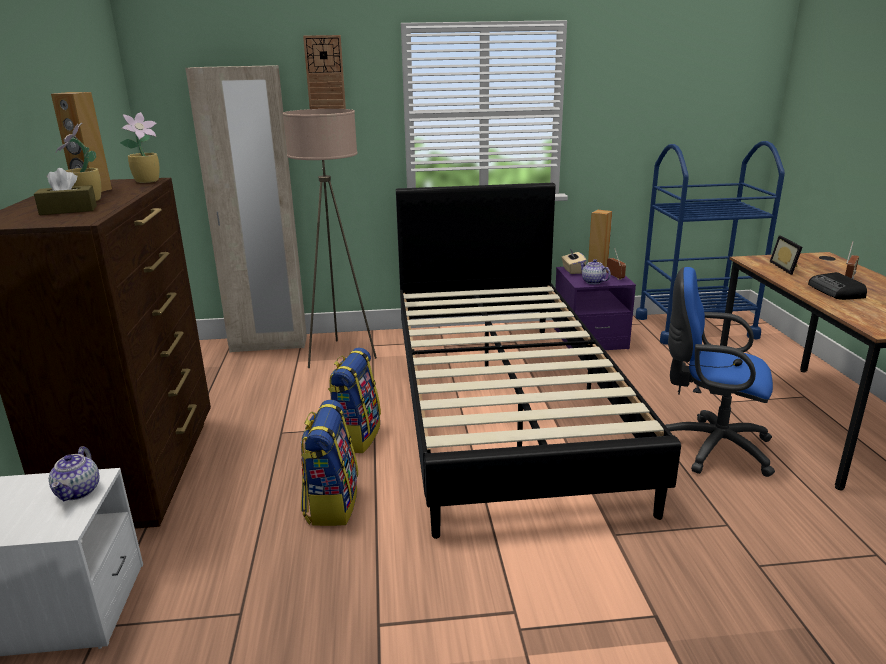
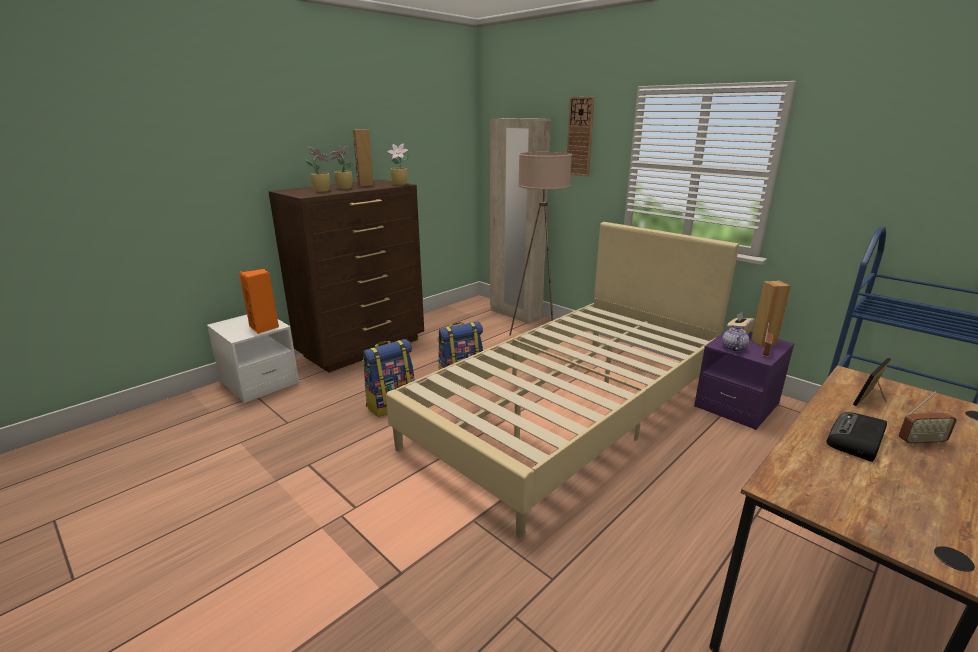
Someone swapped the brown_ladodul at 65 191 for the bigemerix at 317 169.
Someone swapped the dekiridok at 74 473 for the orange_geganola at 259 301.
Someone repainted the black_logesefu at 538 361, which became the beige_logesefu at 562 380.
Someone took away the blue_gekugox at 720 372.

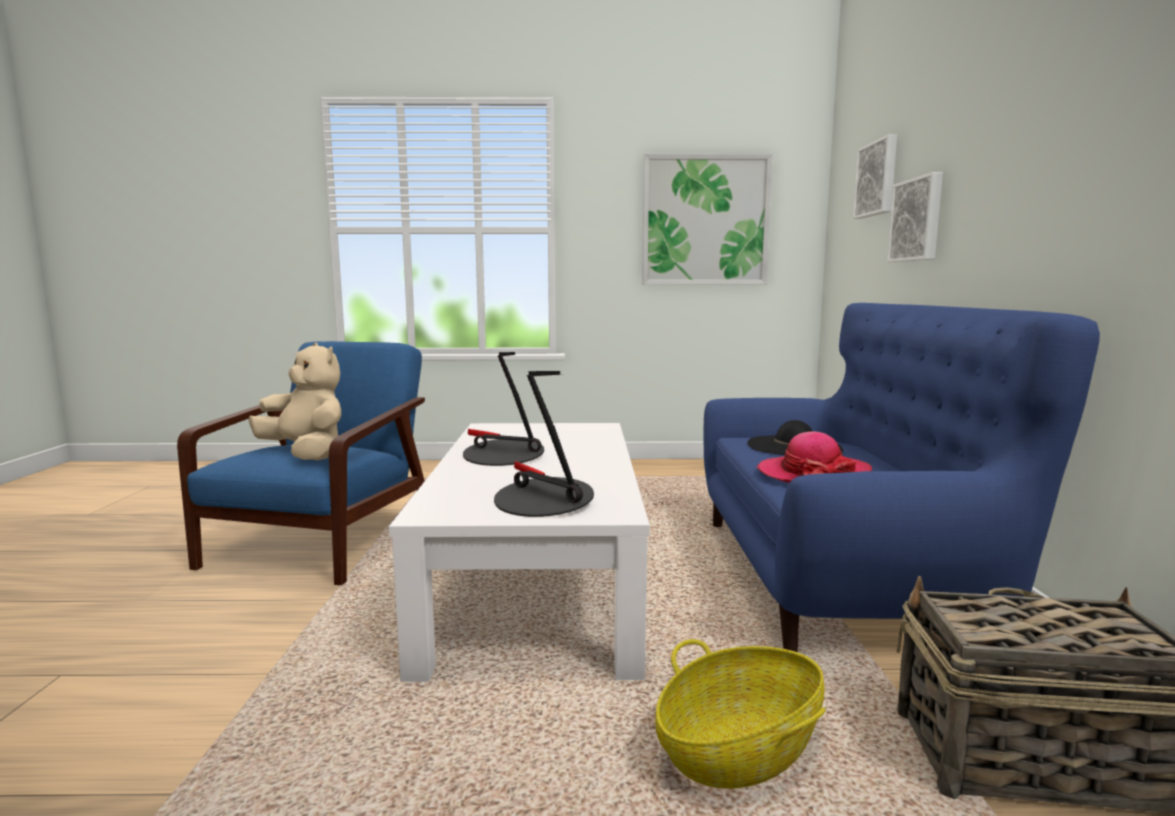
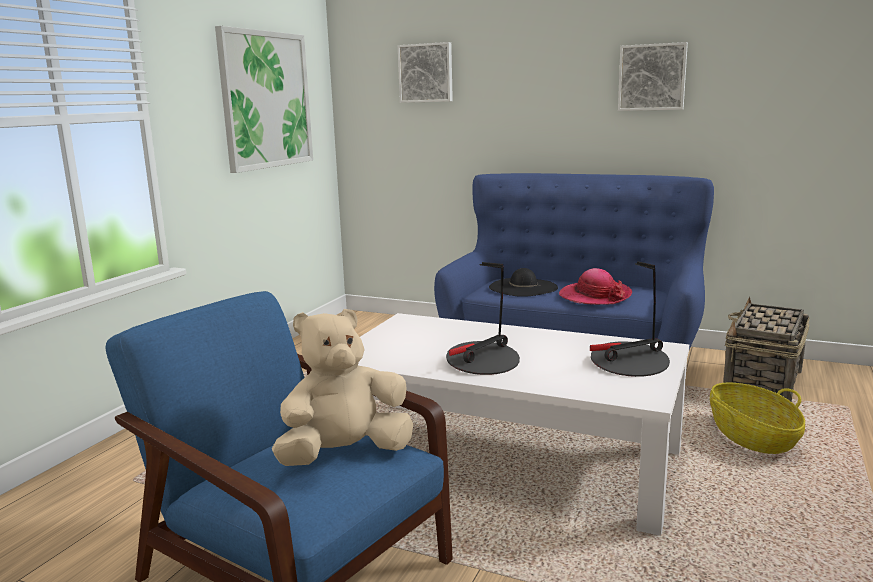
Someone carried the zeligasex from 915 217 to 653 76.

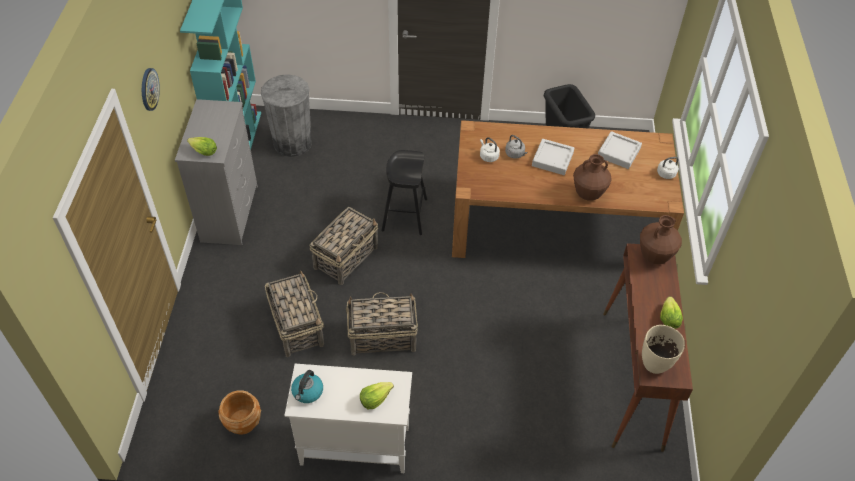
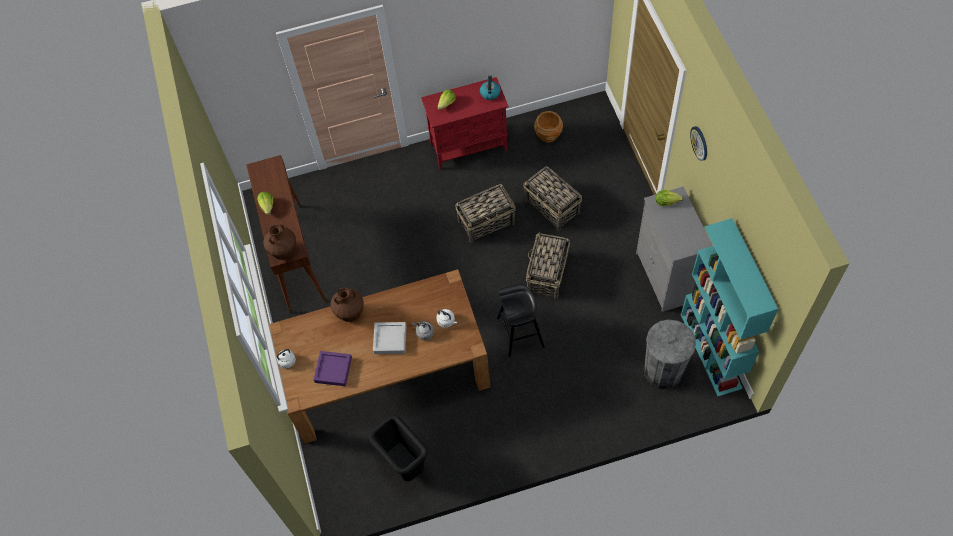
Someone repainted the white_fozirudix at 348 418, which became the red_fozirudix at 465 123.
Someone repainted the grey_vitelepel at 620 150, which became the purple_vitelepel at 332 368.
Someone took away the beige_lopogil at 663 349.

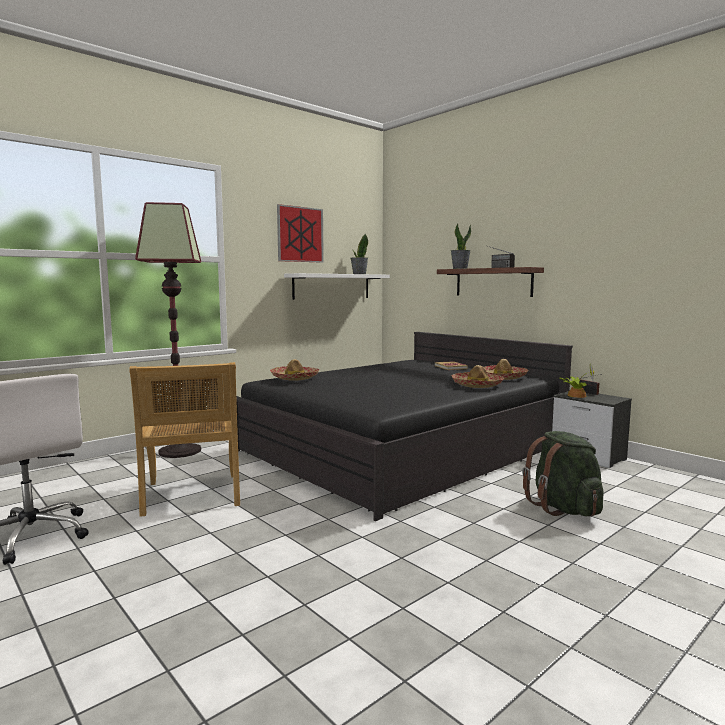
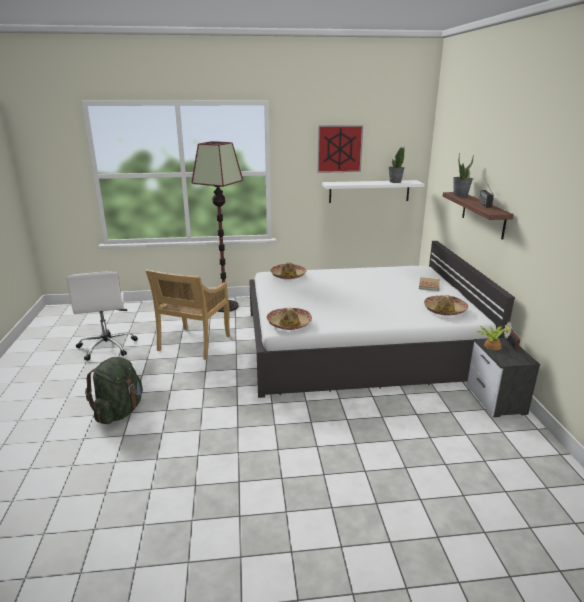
Someone repainted the black_logesefu at 404 426, which became the white_logesefu at 382 319.
Someone carried the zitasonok from 477 376 to 289 318.
Someone carried the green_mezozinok from 562 473 to 114 390.

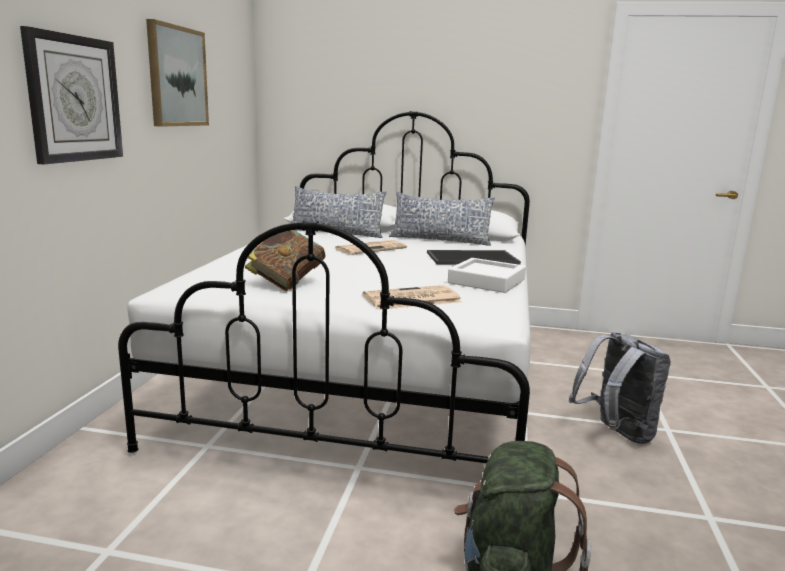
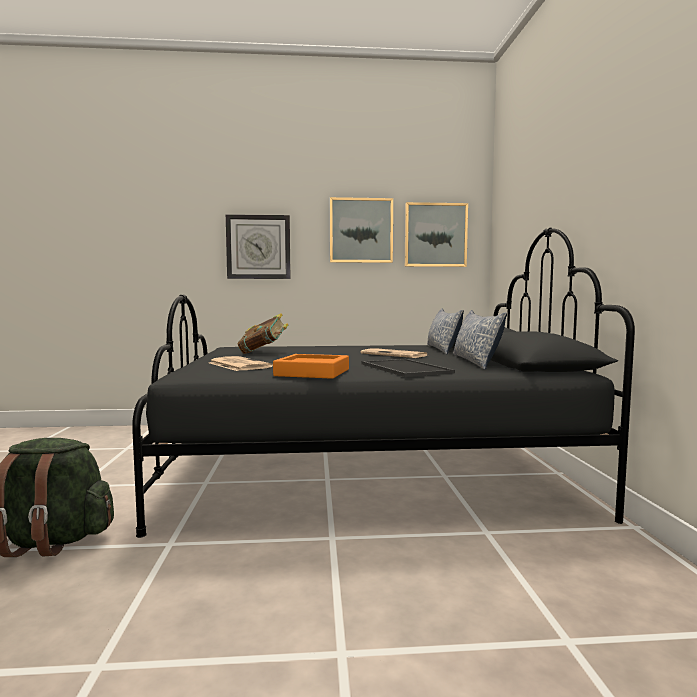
Someone repainted the white_logesefu at 324 287, which became the black_logesefu at 383 383.
Someone repainted the white_vitelepel at 487 275, which became the orange_vitelepel at 311 366.
Someone took away the grey_mezozinok at 620 388.
Someone put up the zeligasex at 436 234.

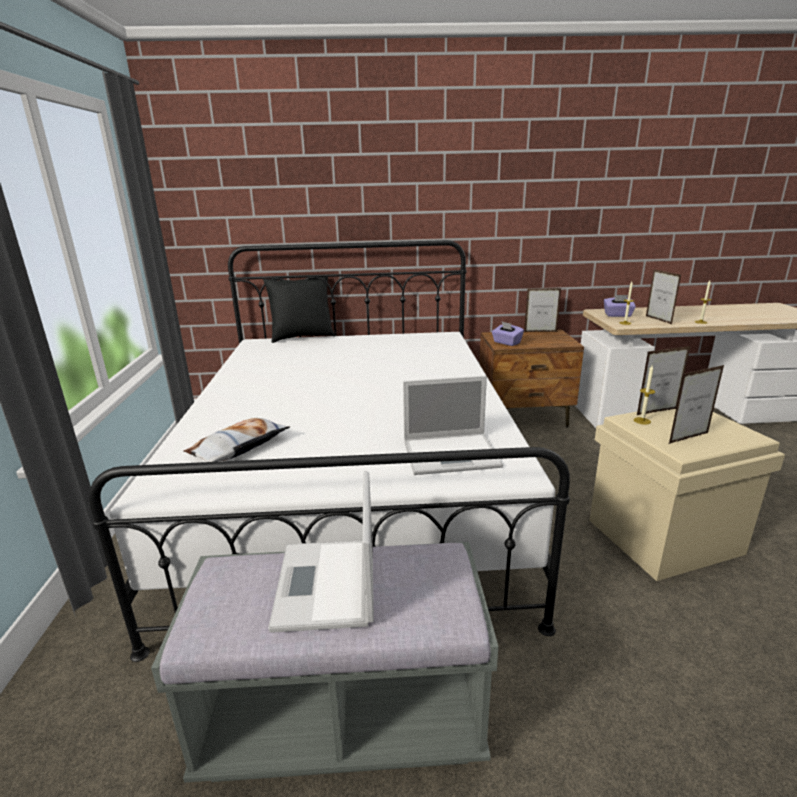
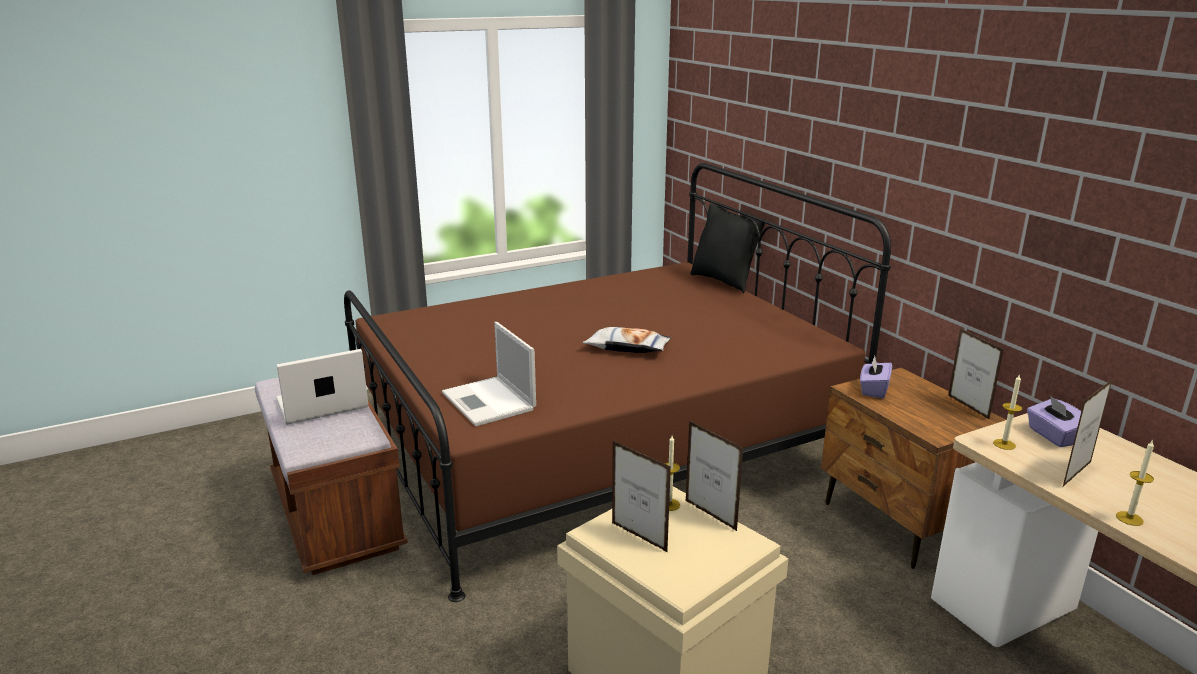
Someone repainted the white_logesefu at 329 451, which became the brown_logesefu at 617 382.
Someone repainted the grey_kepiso at 325 662, which became the brown_kepiso at 331 476.
Someone carried the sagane from 236 440 to 627 340.

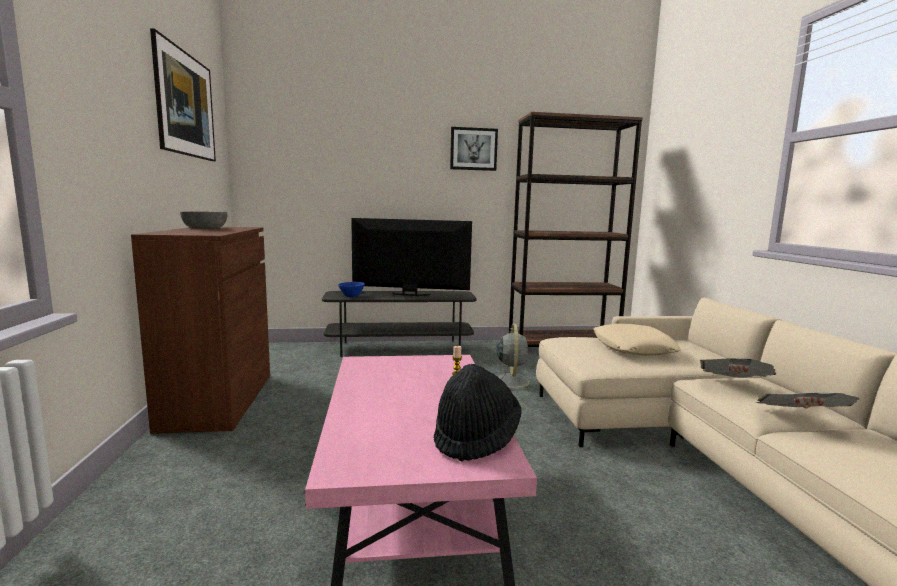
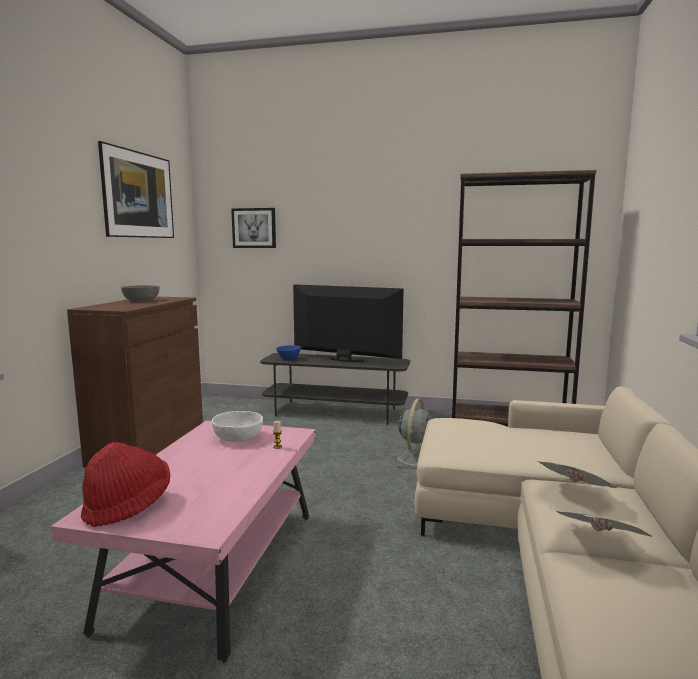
Someone took away the black_zitasonok at 477 413.
Someone carried the zeligasex from 474 149 to 253 228.
Someone took away the beige_sagane at 637 339.
Someone put down the red_zitasonok at 125 484.
Someone put down the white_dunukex at 237 426.

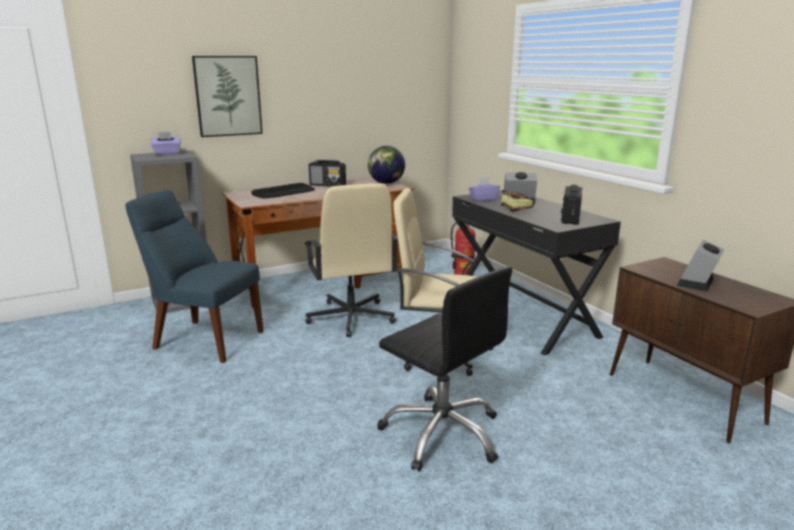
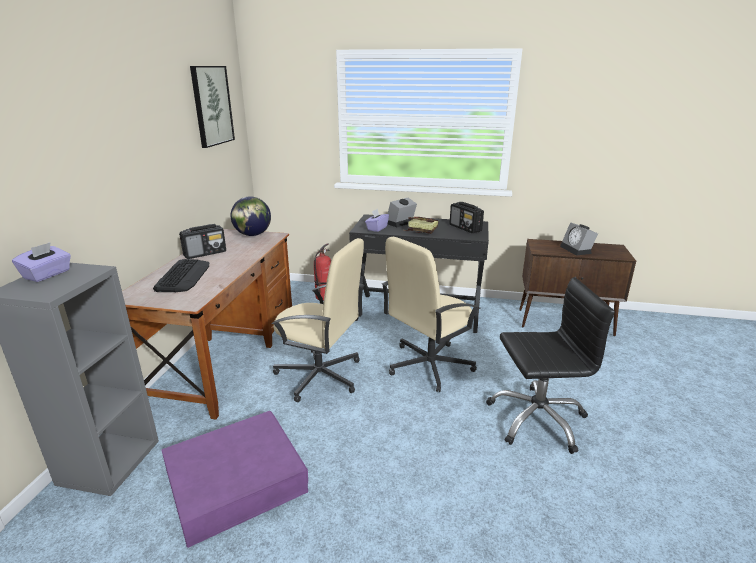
Someone swapped the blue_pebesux at 194 276 for the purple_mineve at 234 479.
Someone carried the zeligasex from 227 96 to 212 107.

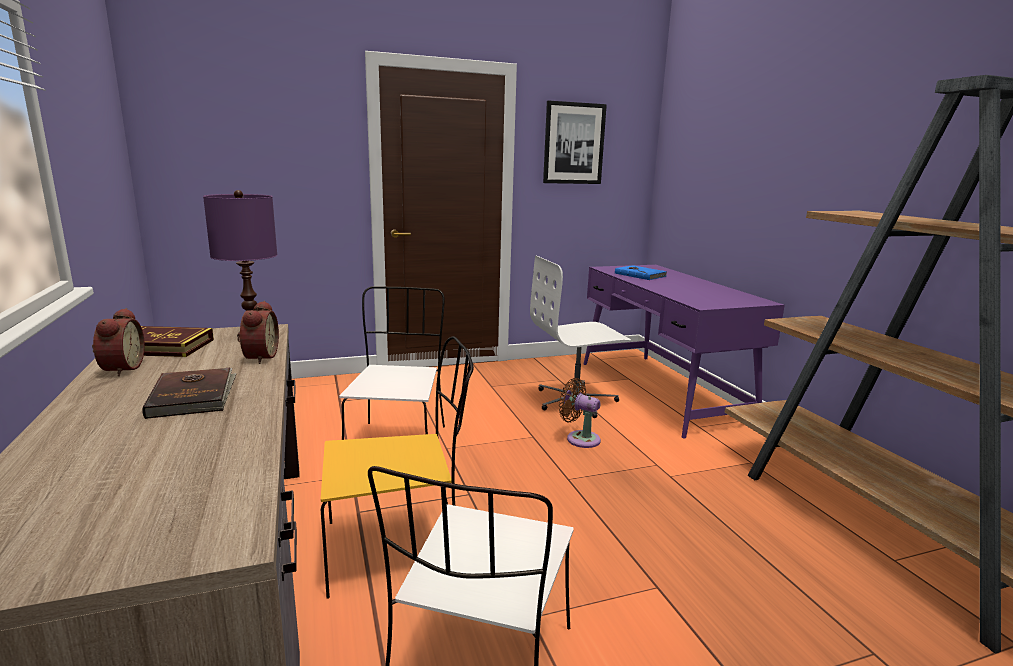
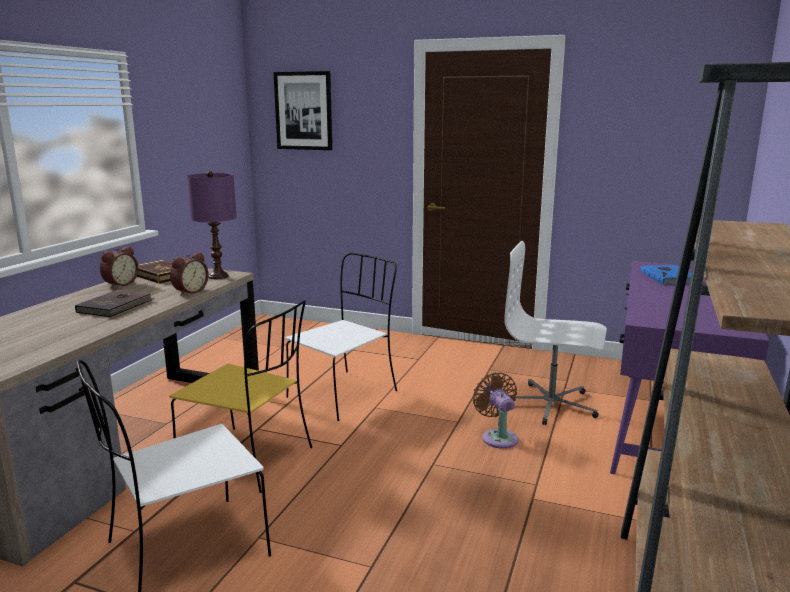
Someone carried the zeligasex from 575 142 to 302 110.

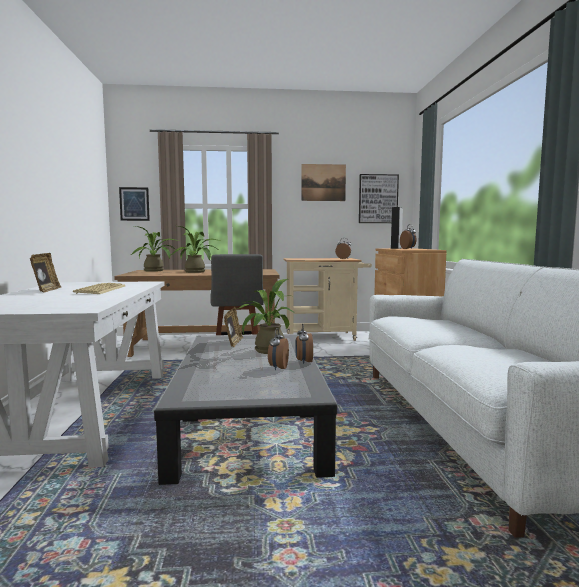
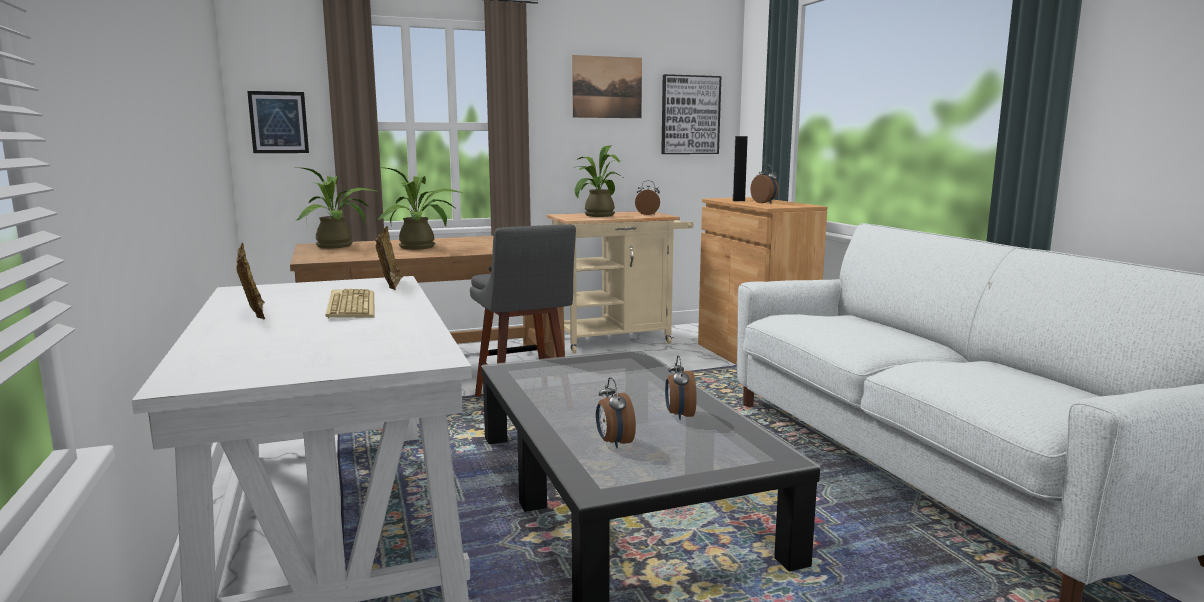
Someone carried the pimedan from 233 327 to 389 258.
Someone carried the bigemerix from 266 316 to 598 181.
Someone carried the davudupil from 304 344 to 616 412.

